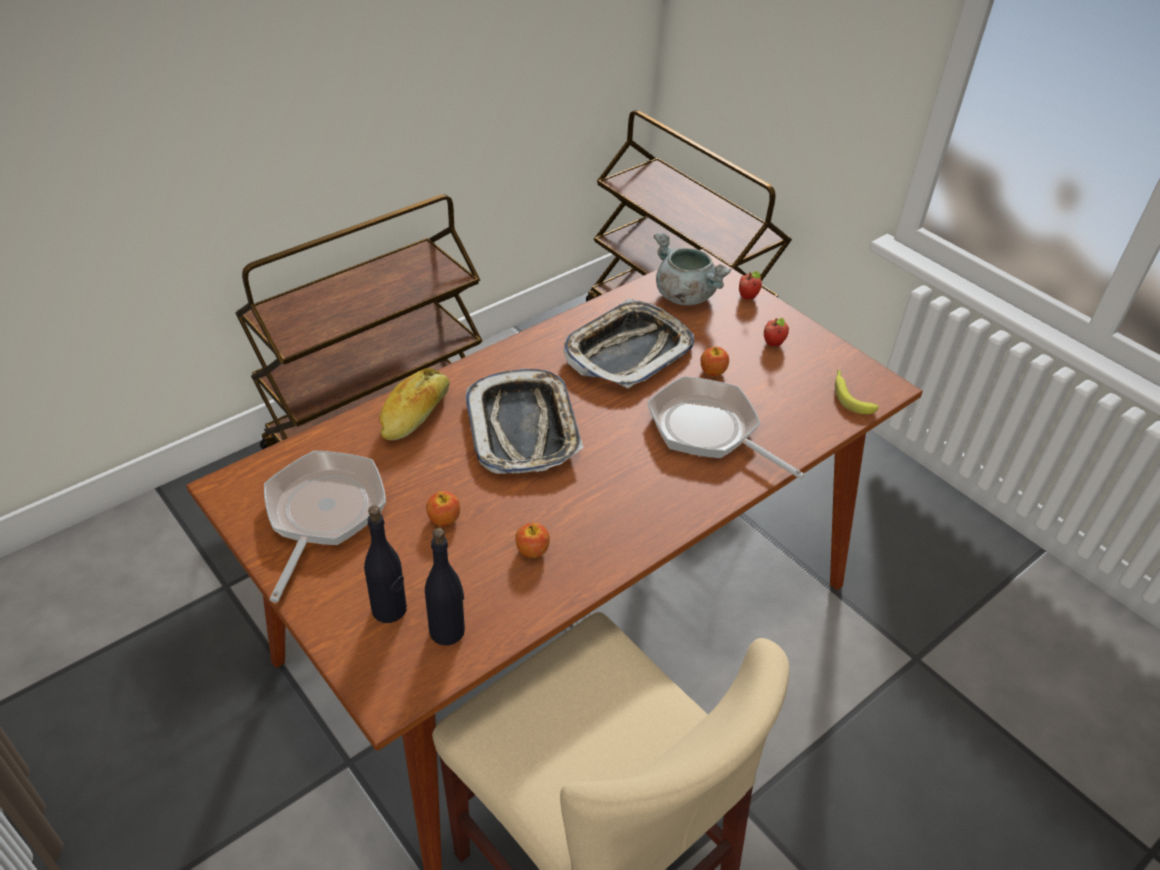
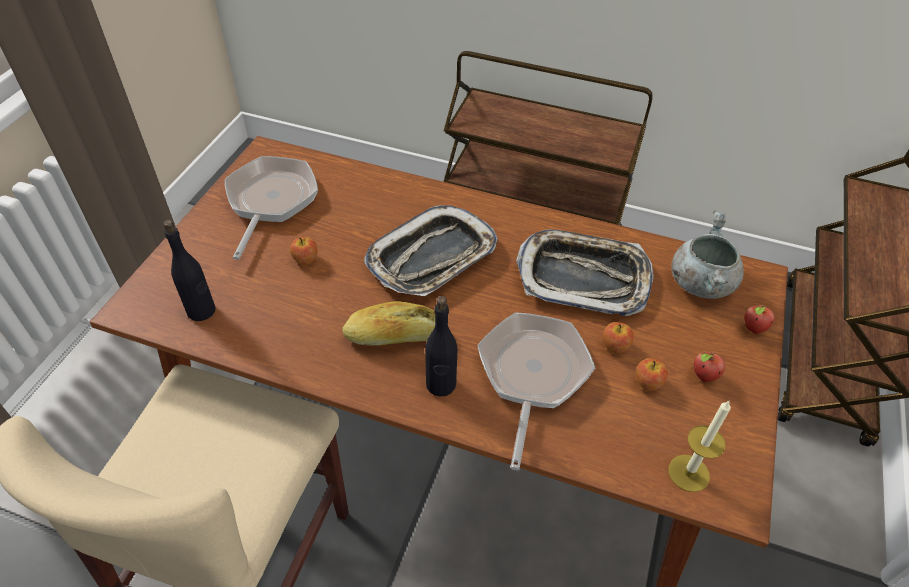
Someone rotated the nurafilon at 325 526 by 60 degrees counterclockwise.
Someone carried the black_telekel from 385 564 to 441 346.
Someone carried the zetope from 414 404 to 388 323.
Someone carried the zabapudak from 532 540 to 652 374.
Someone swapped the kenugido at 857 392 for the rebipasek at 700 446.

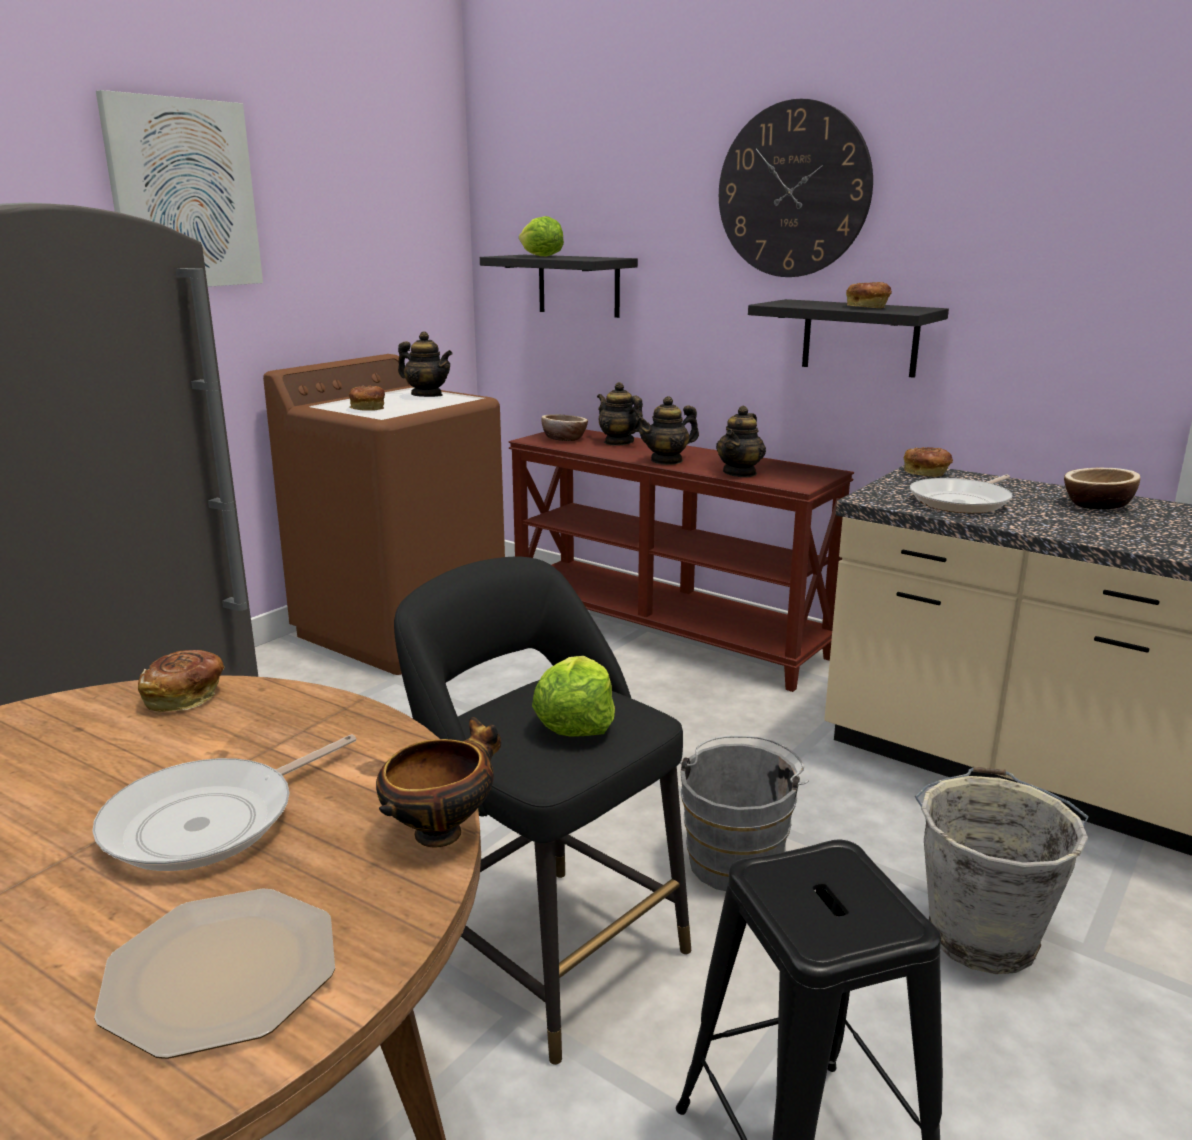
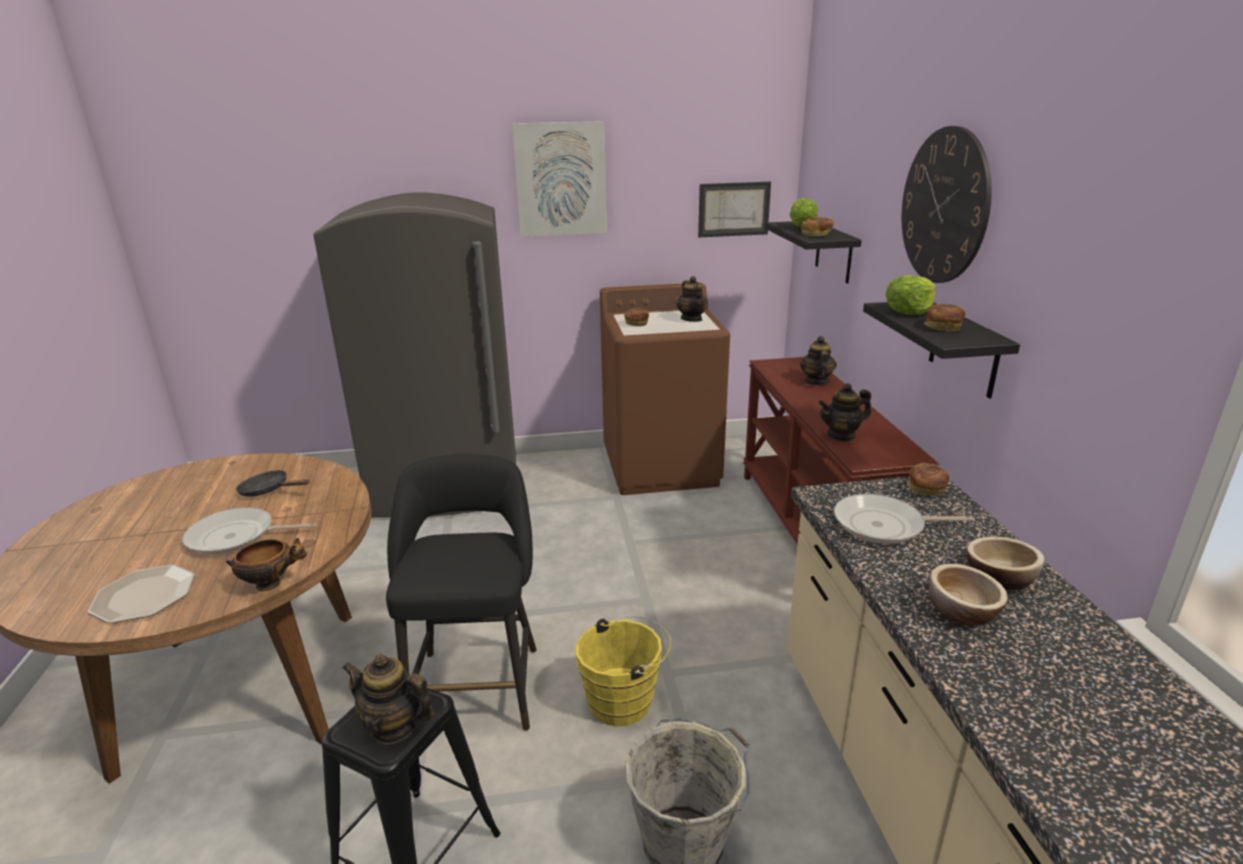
Someone carried the zetope from 181 681 to 817 226.
Someone carried the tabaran from 573 696 to 911 295.
Someone carried the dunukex from 564 427 to 968 595.
Someone carried the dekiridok from 667 430 to 388 699.
Someone repainted the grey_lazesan at 744 813, which became the yellow_lazesan at 623 671.
Someone put down the black_nurafilon at 273 483.
Someone put up the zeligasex at 734 209.

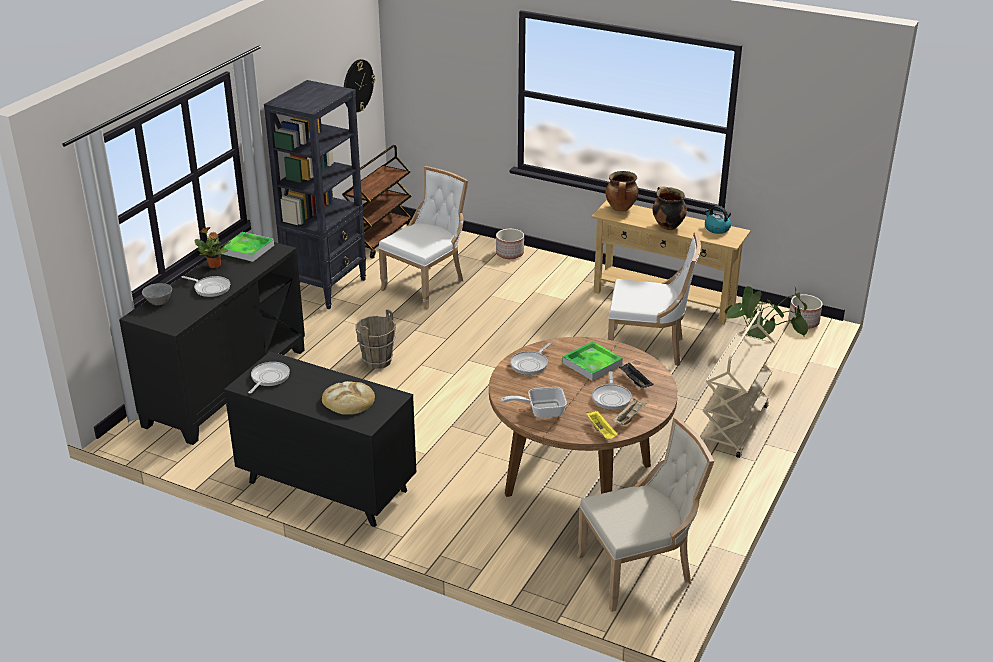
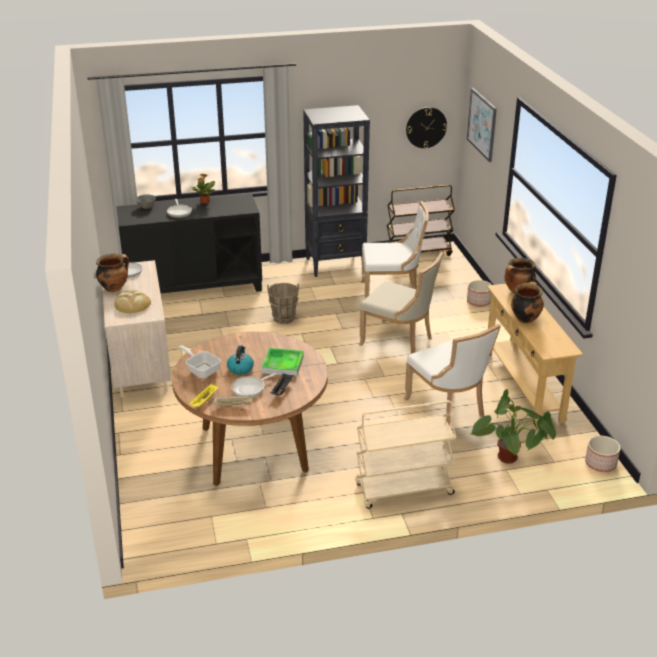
Someone took away the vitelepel at 247 247.
Someone repainted the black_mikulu at 320 439, which became the beige_mikulu at 136 329.
Someone took away the nurafilon at 530 359.
Someone carried the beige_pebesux from 645 514 to 401 303.
Someone carried the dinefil from 718 220 to 240 360.
Someone put down the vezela at 112 273.
Someone put up the zeligasex at 482 125.

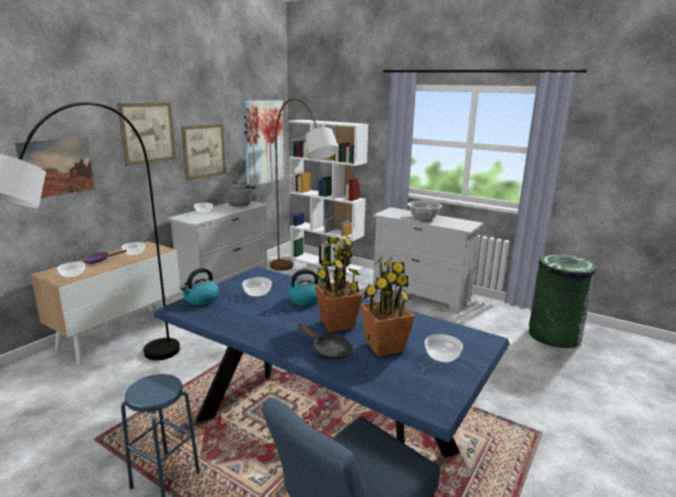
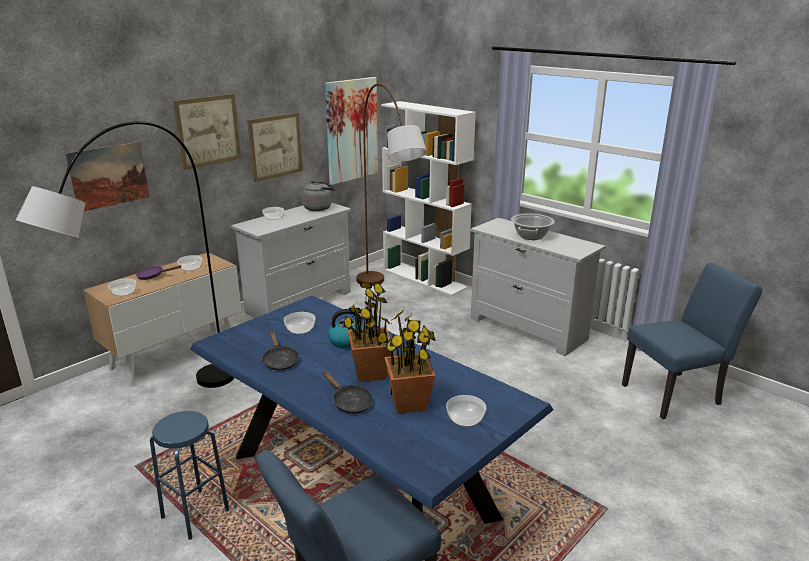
Someone took away the dinefil at 199 286.
Someone swapped the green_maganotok at 562 301 for the blue_pebesux at 692 340.
Someone put down the black_nurafilon at 280 350.

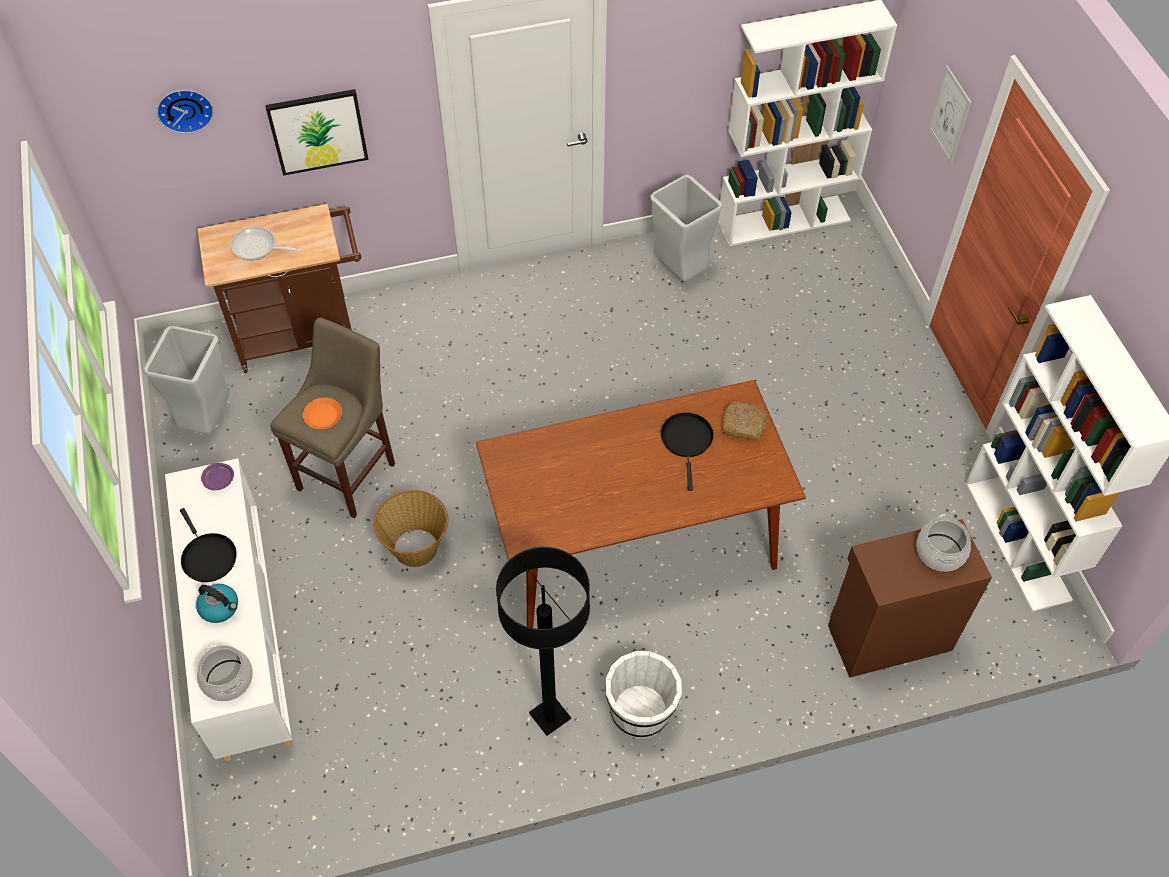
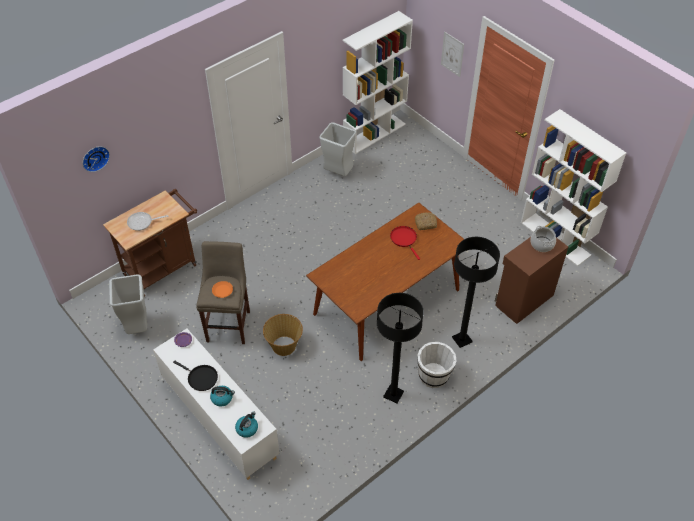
Someone swapped the vezela at 225 672 for the dinefil at 246 424.
Someone took away the zeligasex at 316 132.
Someone repainted the black_nurafilon at 687 451, which became the red_nurafilon at 405 243.
Someone put down the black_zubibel at 476 292.

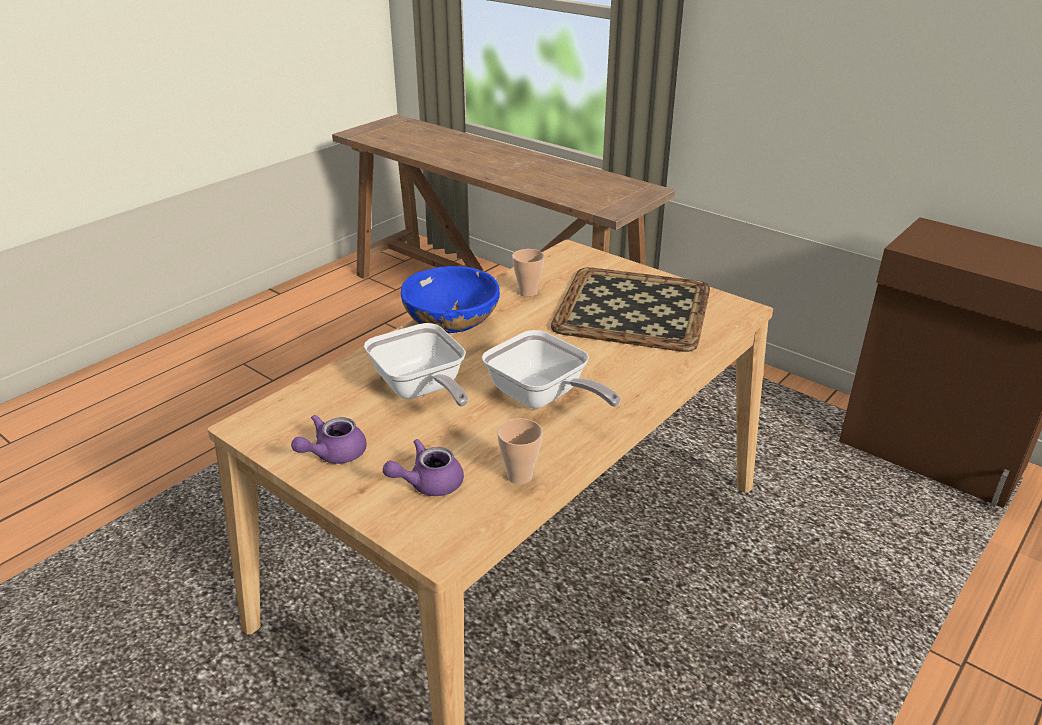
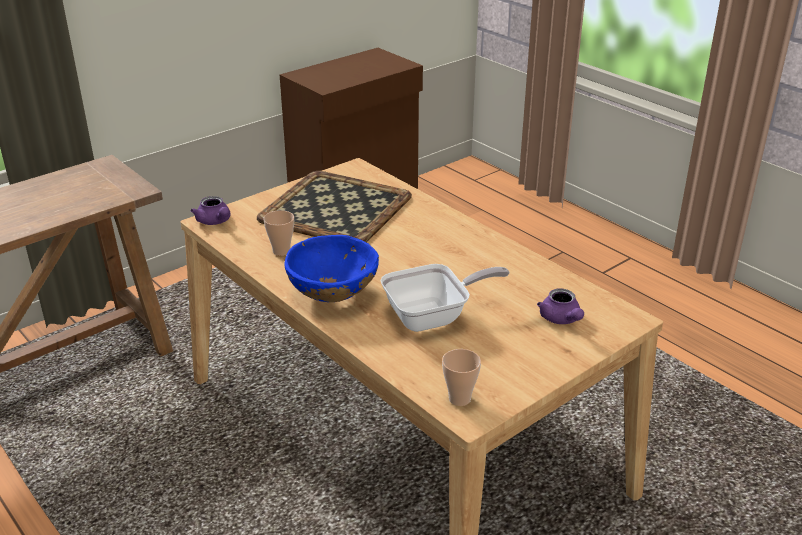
Someone carried the purple_dekiridok from 329 439 to 210 210.
Someone took away the nurafilon at 551 369.
Someone carried the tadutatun from 519 451 to 461 377.

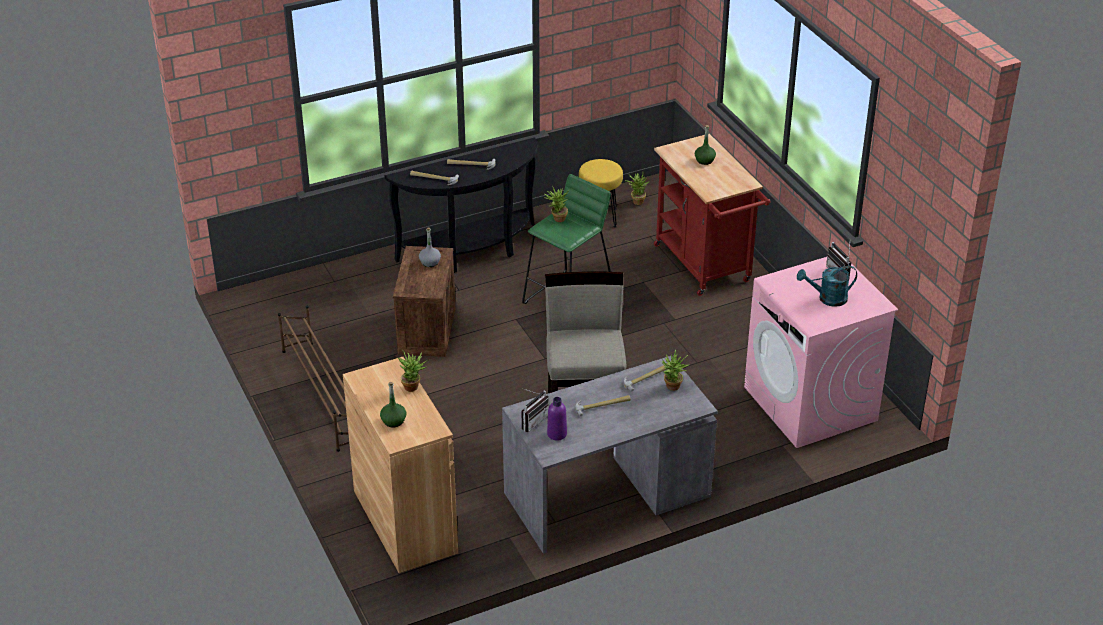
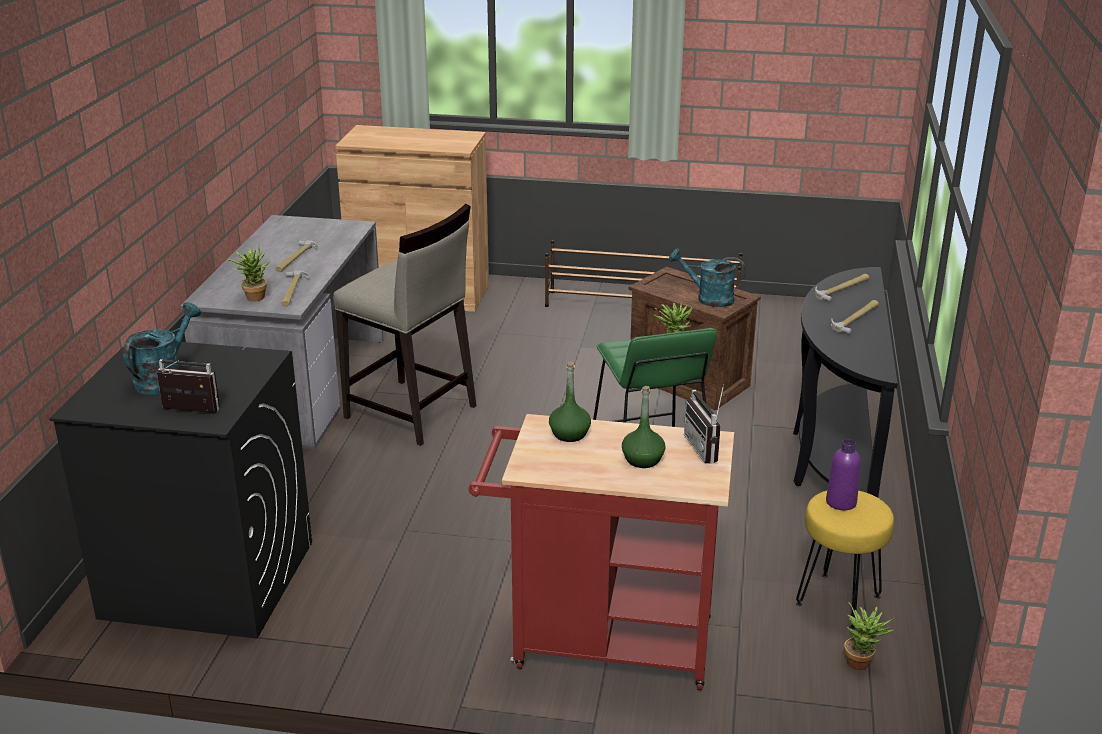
Someone carried the green_telekel from 393 404 to 570 401.
Someone took away the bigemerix at 412 371.
Someone swapped the grey_telekel at 430 247 for the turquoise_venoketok at 707 277.
Someone carried the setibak from 535 410 to 704 424.
Someone carried the purple_telekel from 557 419 to 843 474.
Someone repainted the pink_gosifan at 821 352, which became the black_gosifan at 180 490.

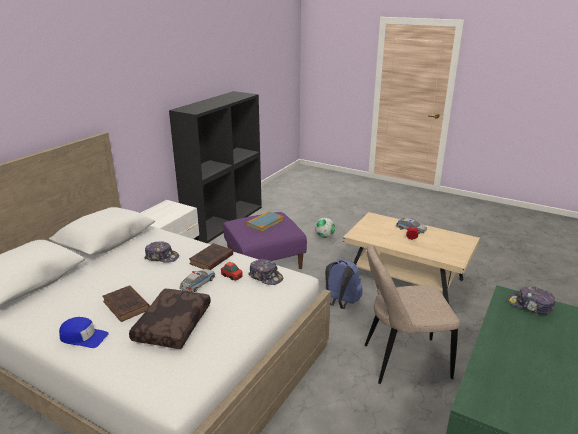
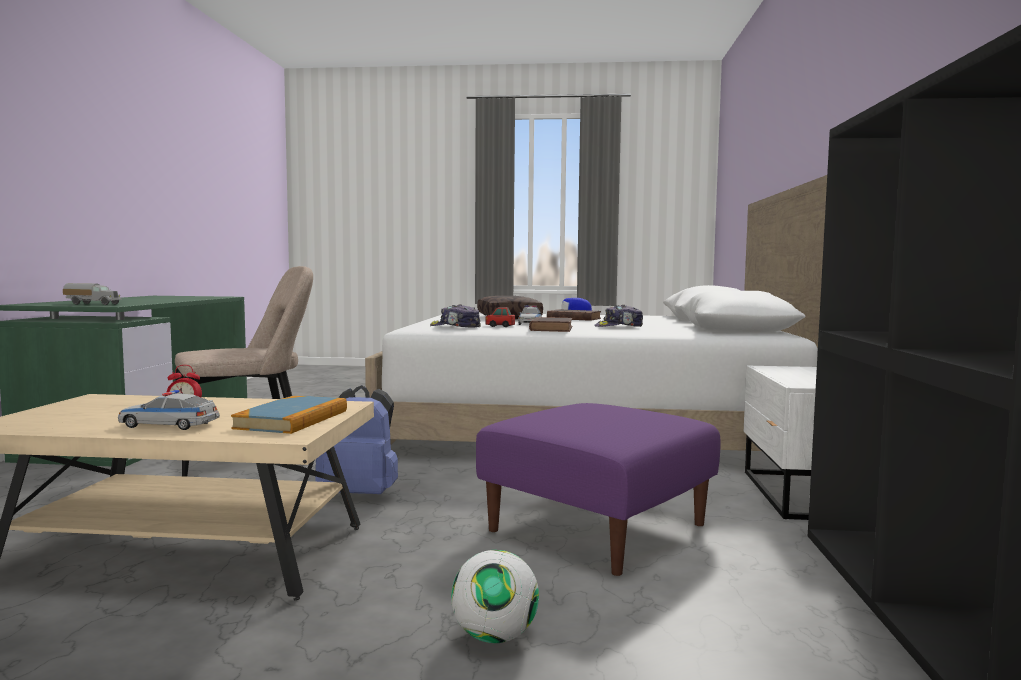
Someone carried the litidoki from 264 221 to 289 415.
Someone swapped the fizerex at 531 300 for the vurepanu at 92 294.

